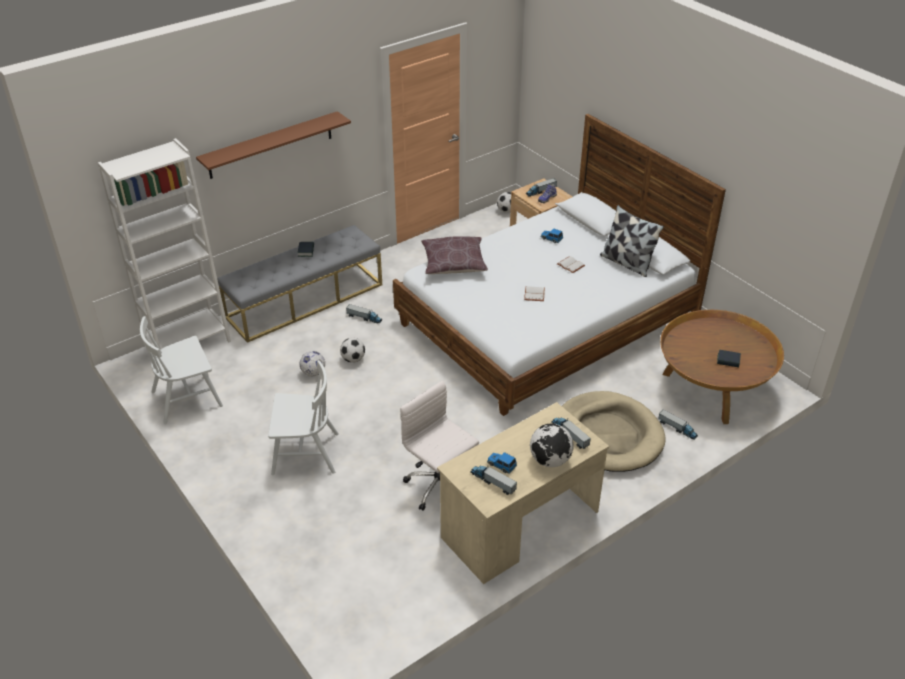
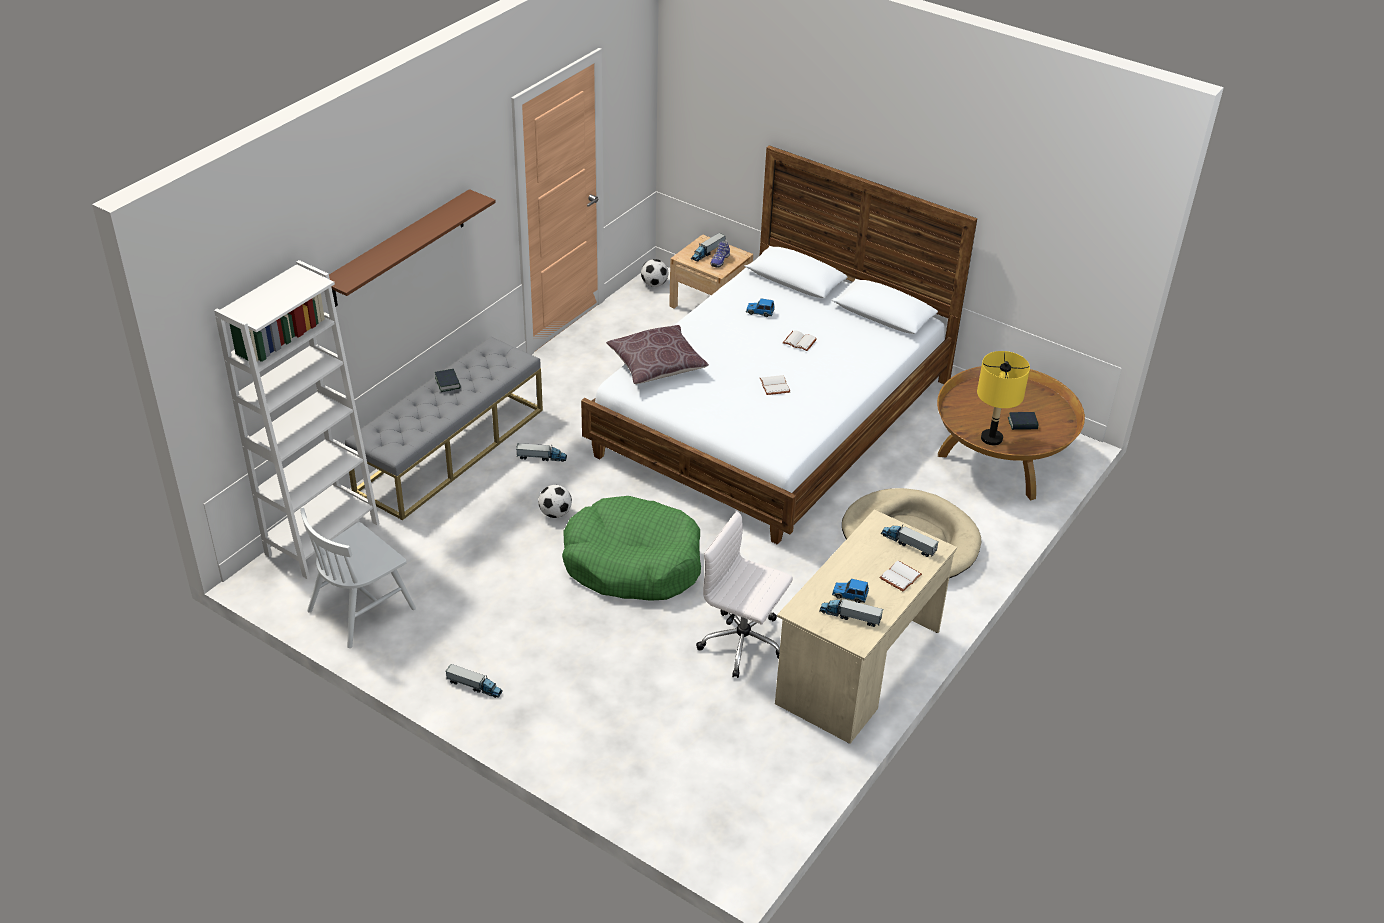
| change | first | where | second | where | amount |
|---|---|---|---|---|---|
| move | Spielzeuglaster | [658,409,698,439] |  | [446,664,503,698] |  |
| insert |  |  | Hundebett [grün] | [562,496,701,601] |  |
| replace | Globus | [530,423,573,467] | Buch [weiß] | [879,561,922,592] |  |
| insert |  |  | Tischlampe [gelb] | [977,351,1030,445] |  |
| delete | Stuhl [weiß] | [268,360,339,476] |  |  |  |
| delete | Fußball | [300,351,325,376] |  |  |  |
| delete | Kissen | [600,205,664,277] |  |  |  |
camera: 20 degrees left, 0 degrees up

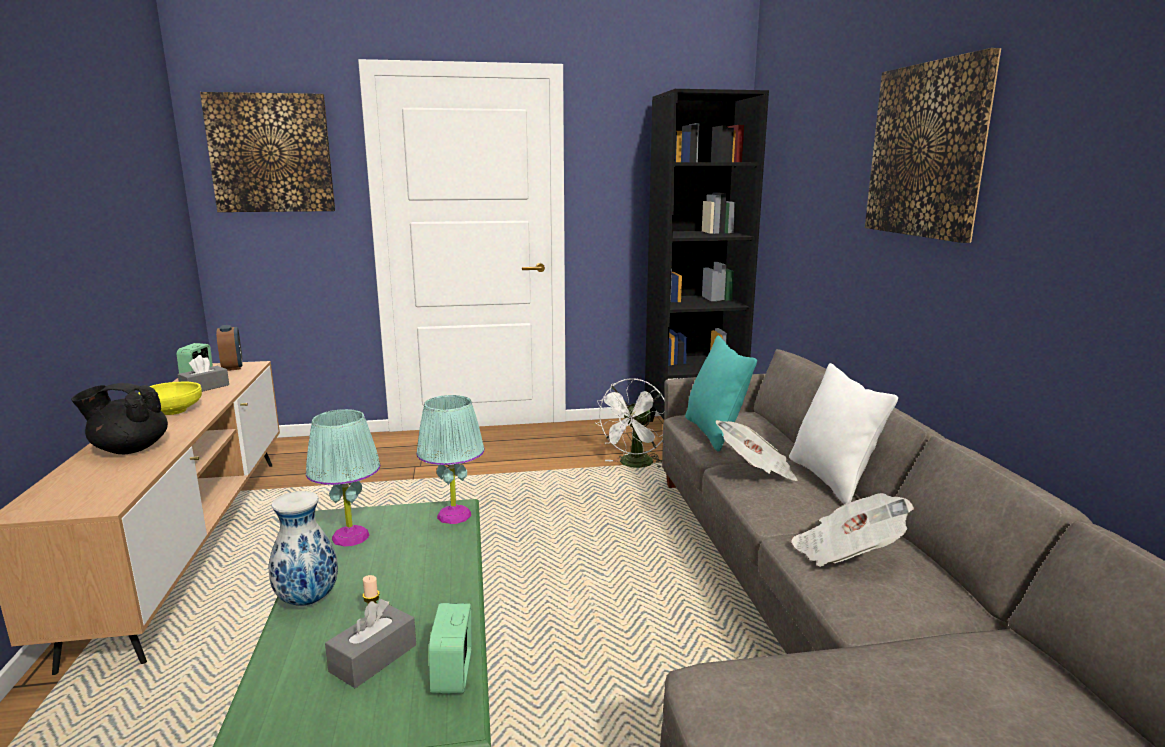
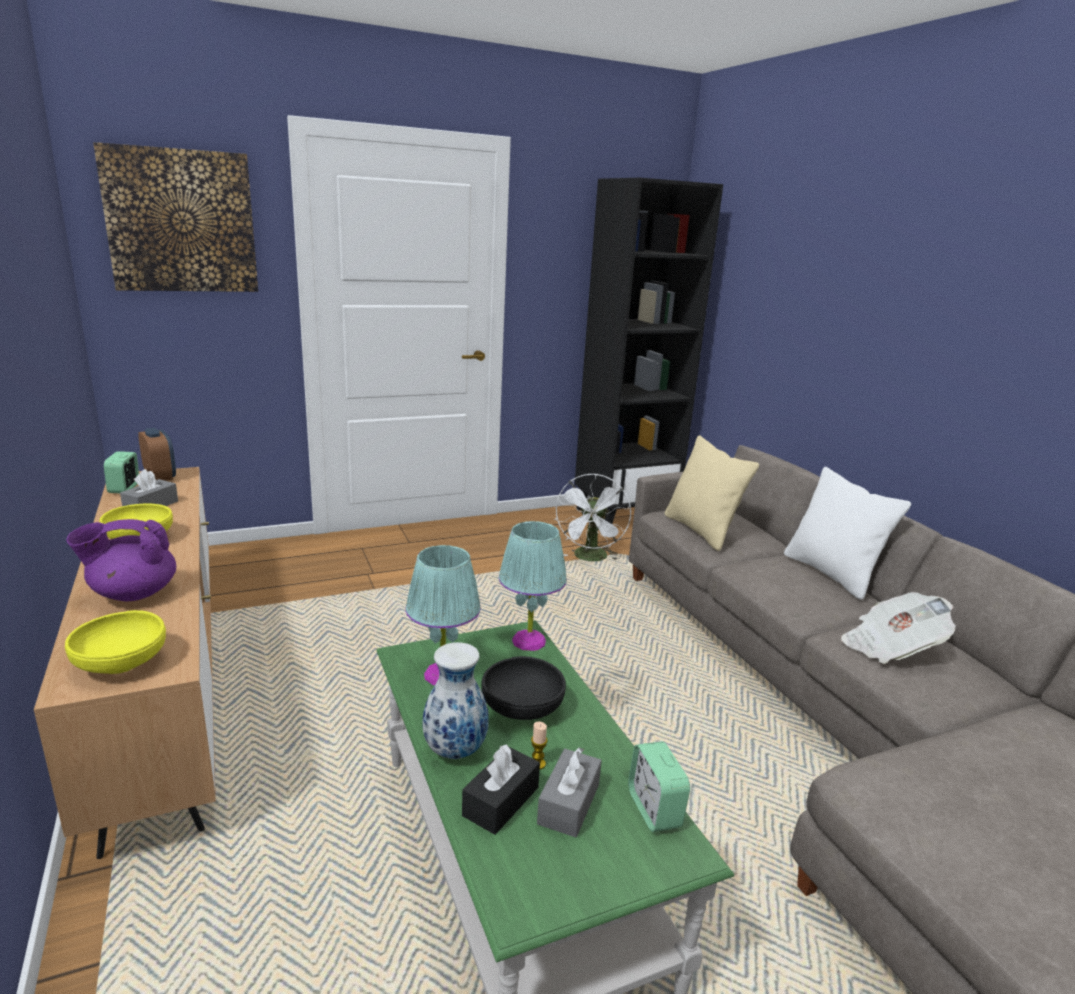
| change | first | where | second | where | amount |
|---|---|---|---|---|---|
| insert |  |  | Schüssel [gelb] | [65,610,166,674] |  |
| recolor | Teekanne [schwarz] | [71,383,168,454] | Teekanne [lila] | [67,519,176,601] |  |
| insert |  |  | Taschentuchbox [schwarz] | [462,744,540,835] |  |
| insert |  |  | Schüssel [schwarz] | [481,656,566,720] |  |
| recolor | Kissen [türkis] | [685,335,757,452] | Kissen [beige] | [664,435,759,551] |  |
| delete | Zeitung | [716,420,798,481] |  |  |  |
| delete | Bild | [865,48,1001,243] |  |  |  |
camera: 15 degrees left, 5 degrees up

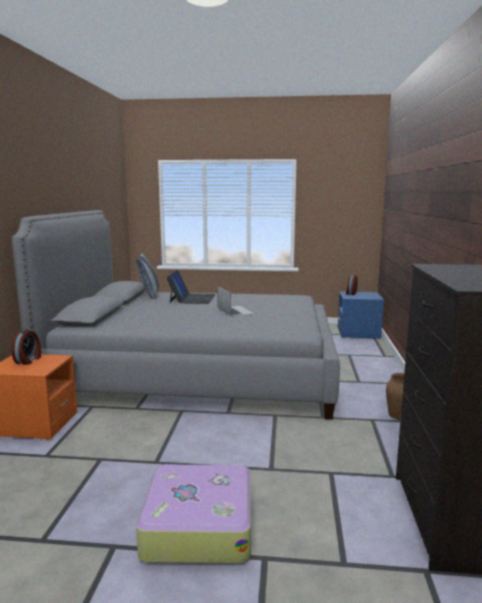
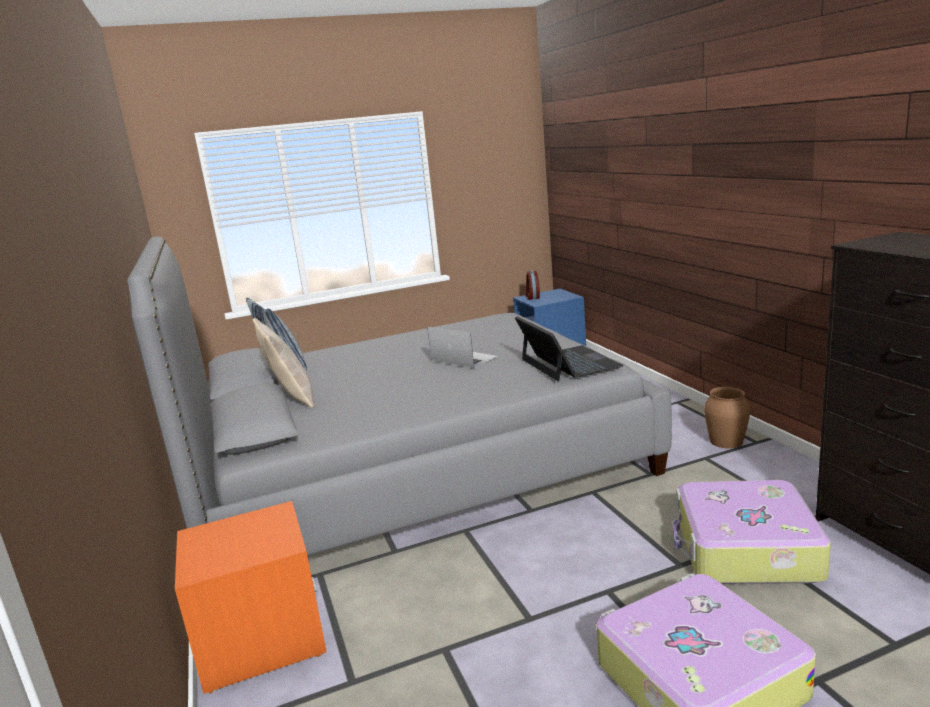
| change | first | where | second | where | amount |
|---|---|---|---|---|---|
| insert |  |  | Kissen [beige] | [253,318,315,408] |  |
| move | Laptop | [166,270,216,304] |  | [515,316,624,382] |  |
| insert |  |  | Koffer | [673,480,831,584] |  |
| delete | Wecker | [11,329,41,364] |  |  |  |
camera: 25 degrees left, 5 degrees up

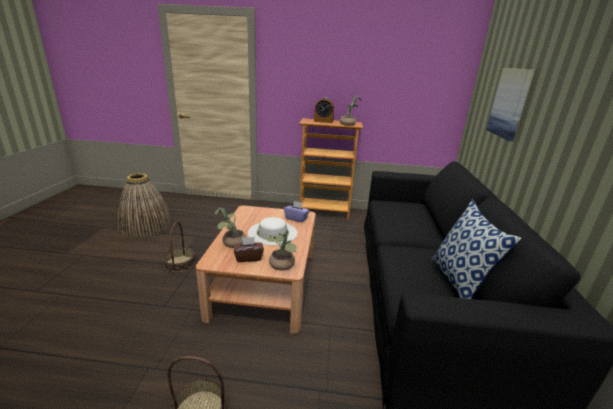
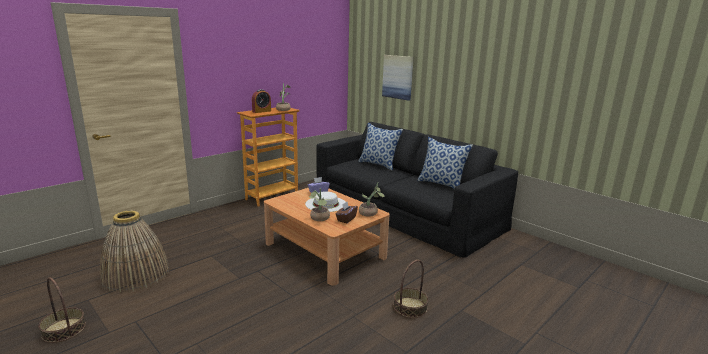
| change | first | where | second | where | amount |
|---|---|---|---|---|---|
| move | Korb | [163,221,195,273] |  | [38,277,86,343] |  |
| insert |  |  | Kissen | [358,123,403,170] |  |
camera: 50 degrees left, 5 degrees down

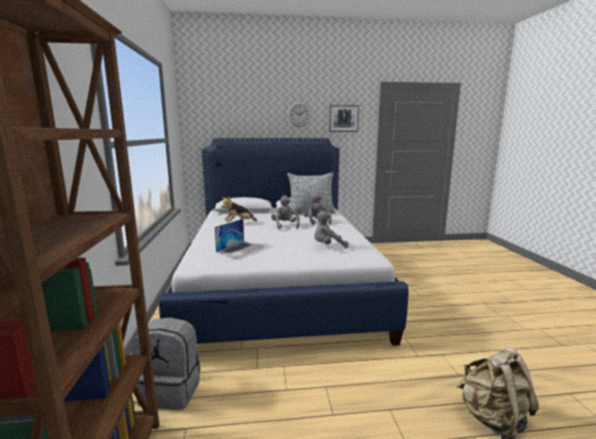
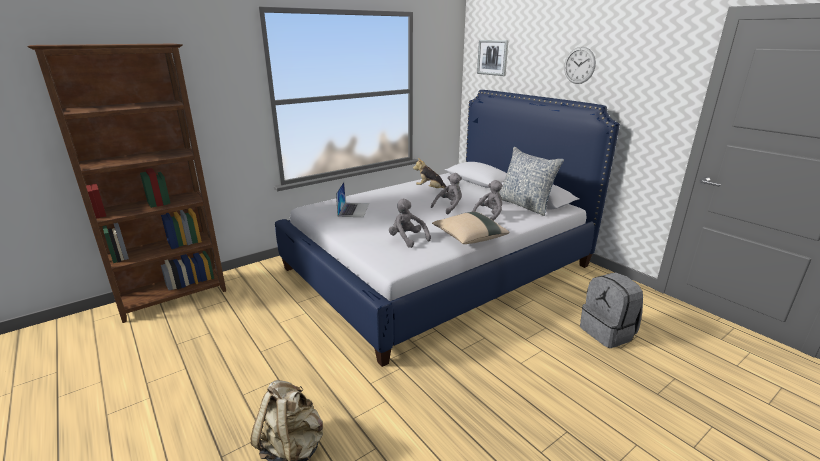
| change | first | where | second | where | amount |
|---|---|---|---|---|---|
| rotate | Laptop | [215,219,263,258] |  | [336,182,369,217] | 90 degrees counterclockwise |
| insert |  |  | Kissen [beige] | [432,212,509,244] |  |
| move | Bild | [329,105,359,132] |  | [477,40,509,76] |  |
| move | Rucksack [grau] | [131,317,201,410] |  | [580,272,643,348] |  |
camera: 60 degrees right, 10 degrees up

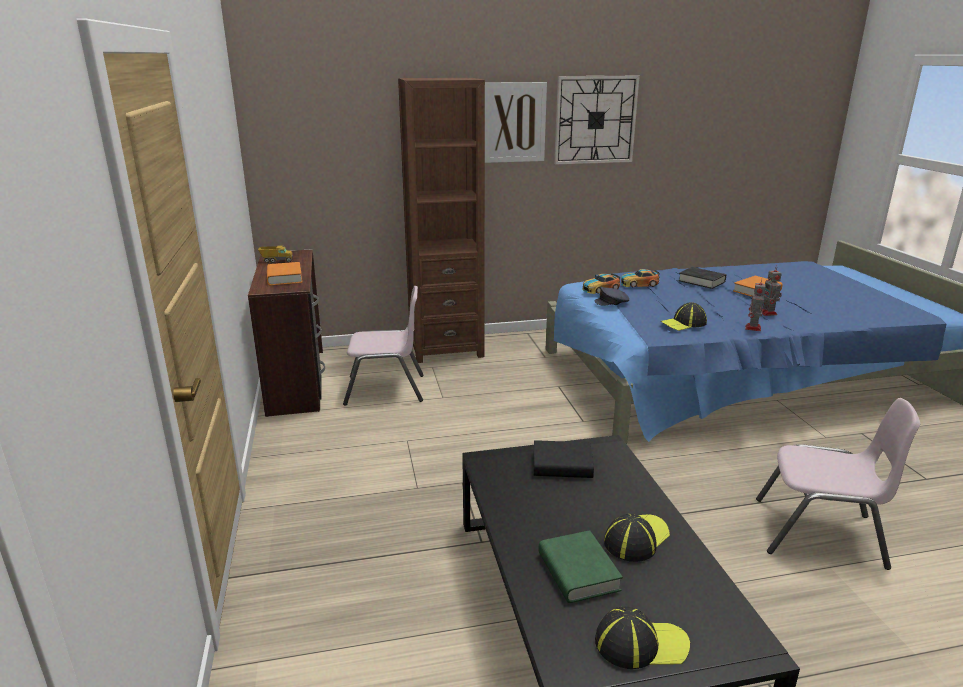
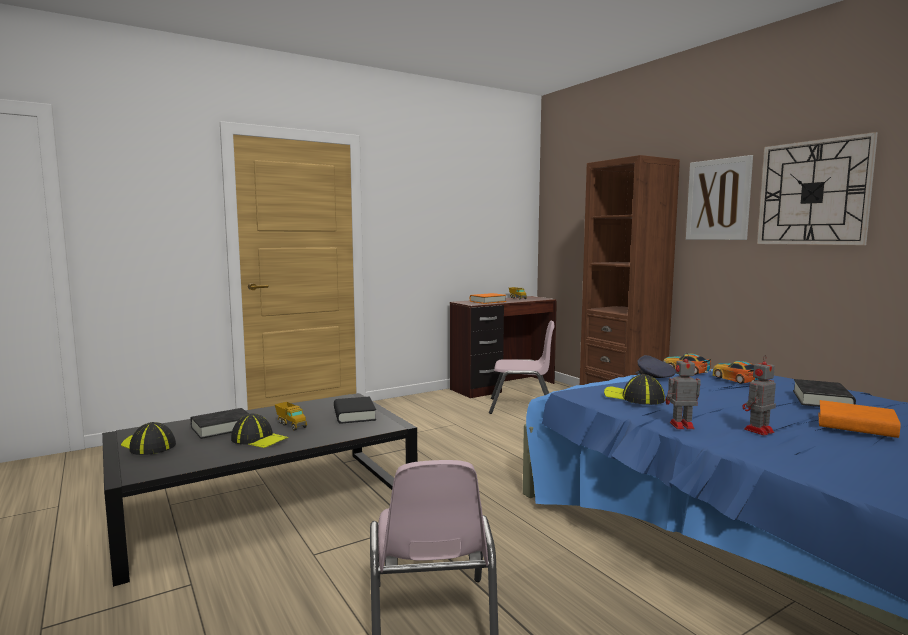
| change | first | where | second | where | amount |
|---|---|---|---|---|---|
| rotate | Kappe | [595,607,690,669] |  | [121,422,176,455] | 150 degrees clockwise |
| recolor | Buch [grün] | [538,530,623,603] | Buch [schwarz] | [190,408,249,439] |  |
| insert |  |  | Spielzeuglaster | [275,402,307,431] |  |
| rotate | Stuhl [rosa] | [343,286,424,406] |  | [489,321,555,414] | 60 degrees counterclockwise |
camera: 70 degrees right, 15 degrees down

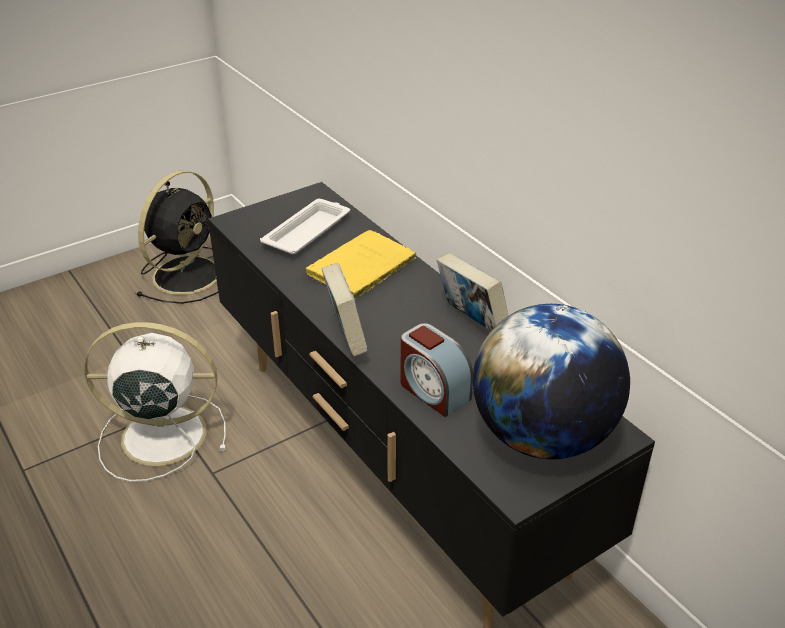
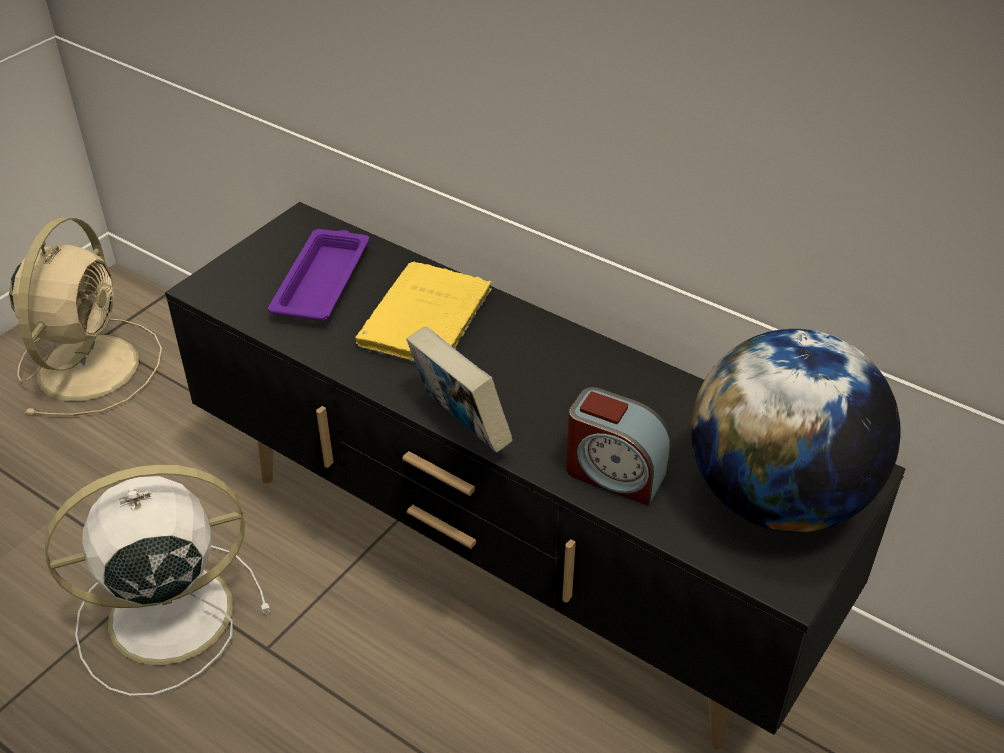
| change | first | where | second | where | amount |
|---|---|---|---|---|---|
| recolor | Ventilator [schwarz] | [135,170,218,304] | Ventilator [beige] | [9,217,162,416] |  |
| recolor | Tablett [weiß] | [260,199,350,254] | Tablett [lila] | [267,229,369,321] |  |
| delete | Buch | [437,253,509,331] |  |  |  |
camera: 20 degrees left, 5 degrees up

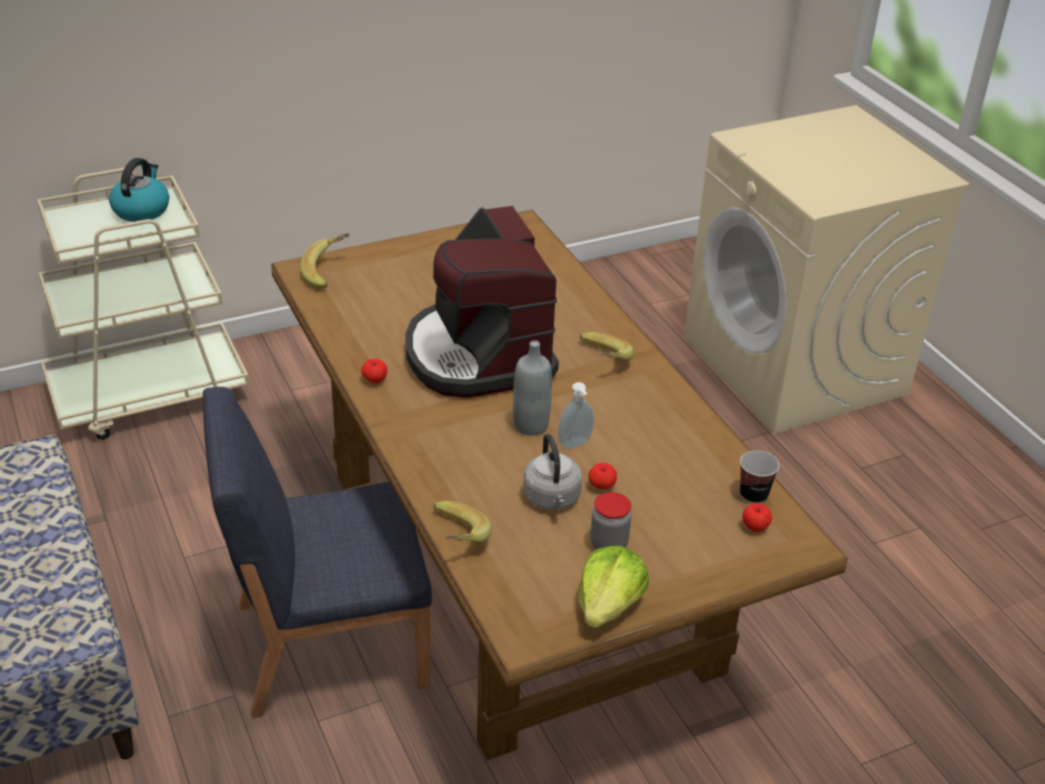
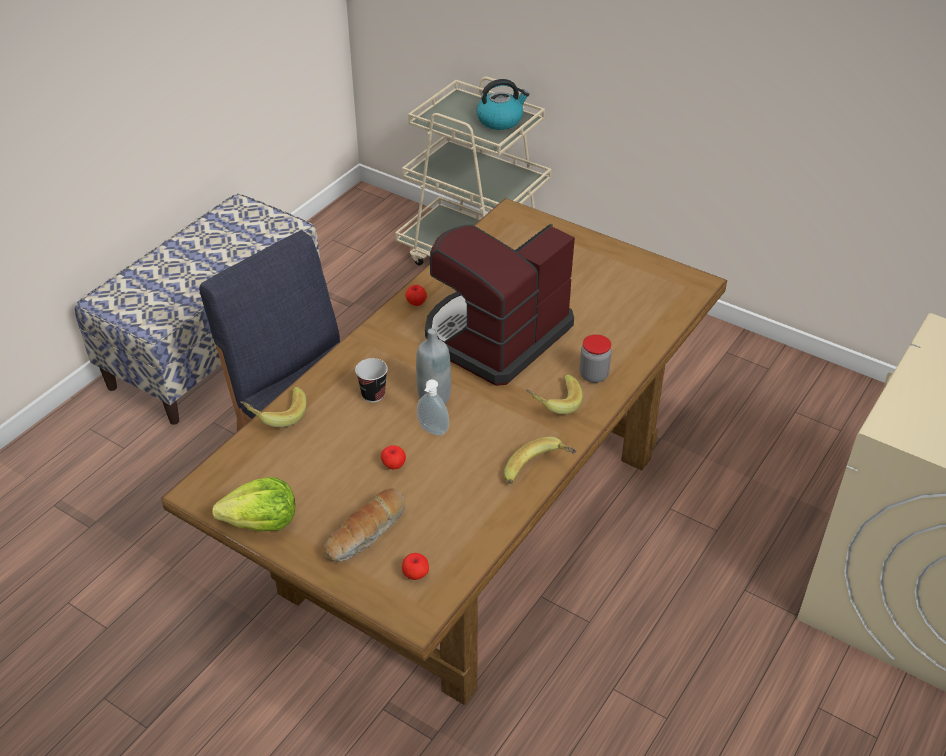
| change | first | where | second | where | amount |
|---|---|---|---|---|---|
| insert |  |  | Brot | [323,488,406,562] |  |
| move | Tasse | [740,451,779,504] |  | [355,358,388,402] |  |
| move | Banane | [300,233,349,289] |  | [504,437,576,484] |  |
| move | Vorratsglas | [590,492,632,549] |  | [579,334,612,383] |  |
| delete | Wasserkessel [grau] | [523,434,582,509] |  |  |  |
camera: 60 degrees right, 5 degrees up

